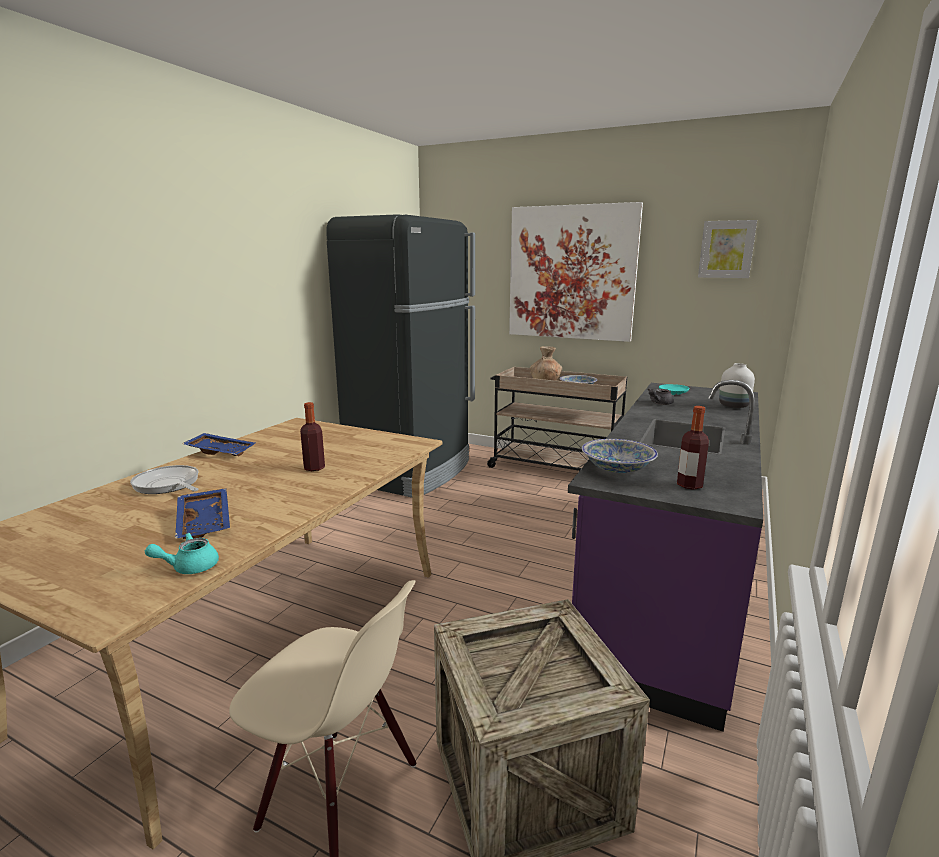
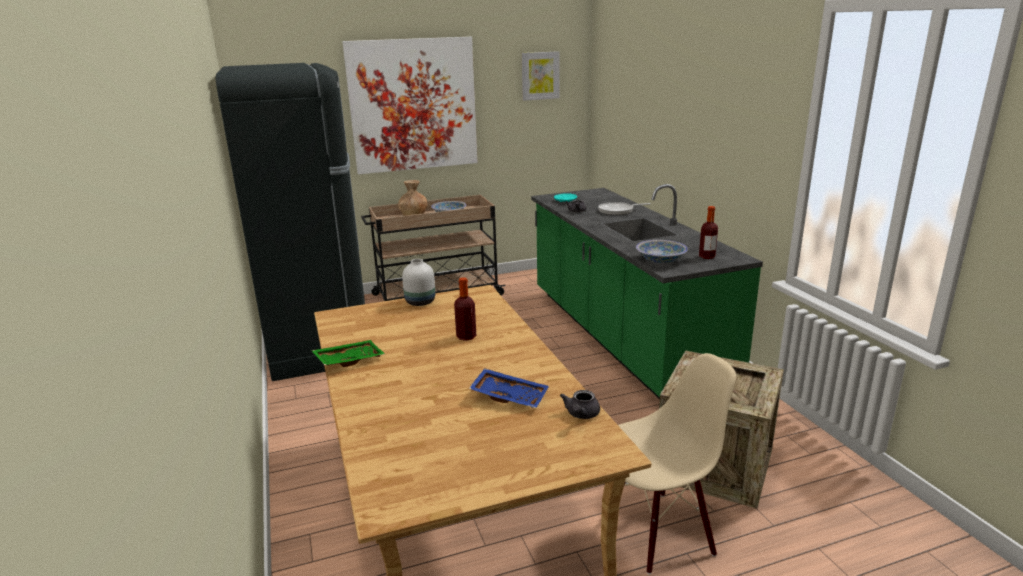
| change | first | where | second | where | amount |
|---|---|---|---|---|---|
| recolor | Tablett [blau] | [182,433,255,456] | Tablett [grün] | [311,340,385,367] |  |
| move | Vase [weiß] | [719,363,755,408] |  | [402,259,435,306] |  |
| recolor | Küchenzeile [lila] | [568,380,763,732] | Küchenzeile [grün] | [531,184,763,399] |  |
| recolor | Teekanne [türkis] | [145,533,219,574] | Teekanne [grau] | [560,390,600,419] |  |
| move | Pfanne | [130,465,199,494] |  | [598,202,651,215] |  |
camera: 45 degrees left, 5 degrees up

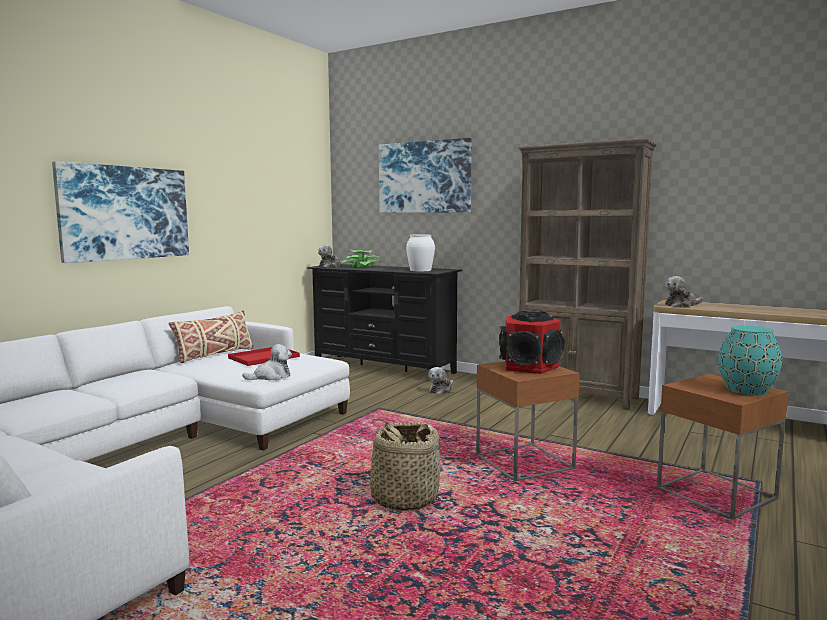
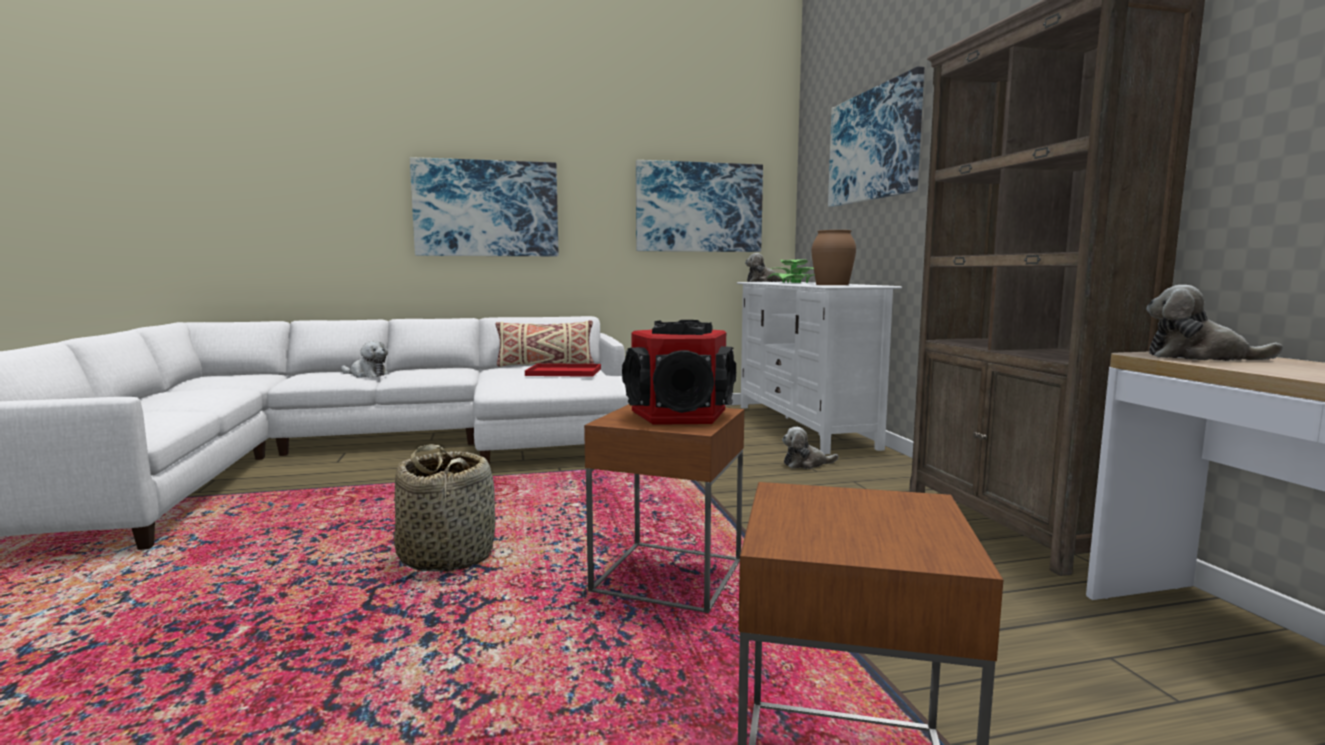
| change | first | where | second | where | amount |
|---|---|---|---|---|---|
| move | Plüschtier | [243,344,292,380] |  | [341,341,389,378] |  |
| insert |  |  | Bild | [636,160,763,252] |  |
| recolor | Fernsehschrank [schwarz] | [307,264,463,374] | Fernsehschrank [weiß] | [737,282,902,455] |  |
| recolor | Vase [weiß] | [406,235,435,271] | Vase [braun] | [812,230,856,285] |  |
| delete | Vase [türkis] | [718,325,782,396] |  |  |  |
camera: 45 degrees right, 0 degrees up

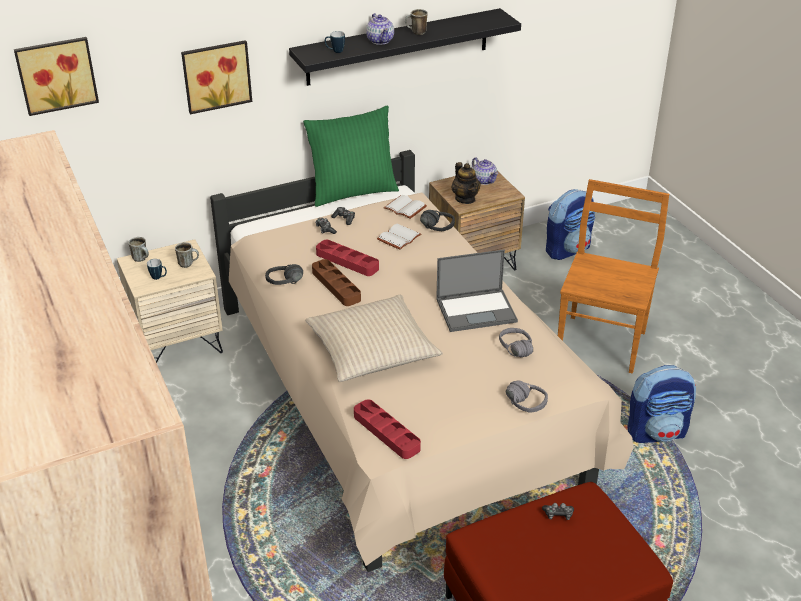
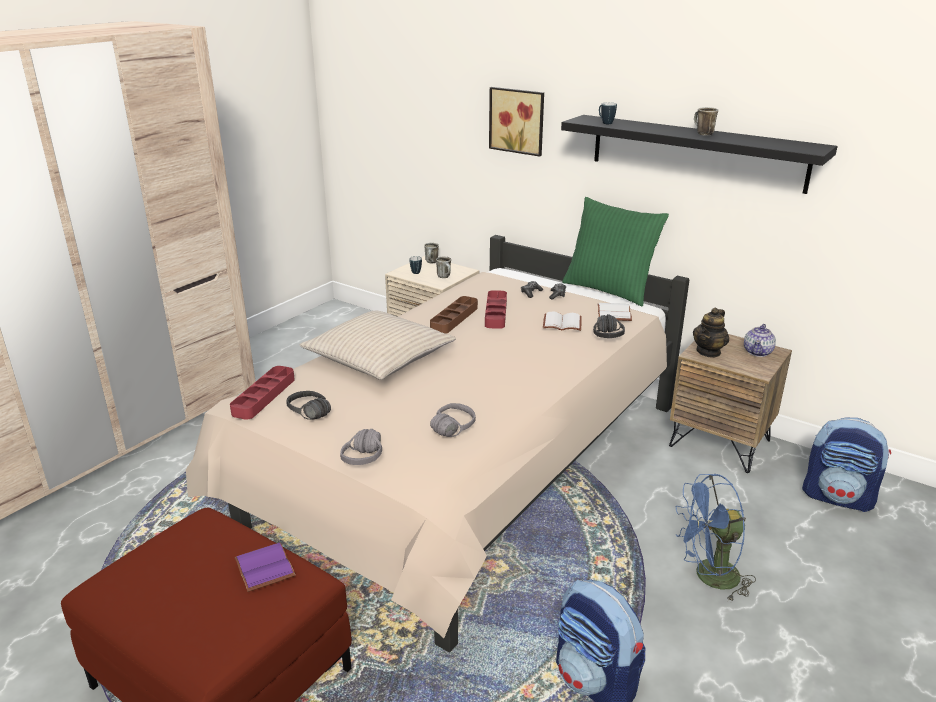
| change | first | where | second | where | amount |
|---|---|---|---|---|---|
| replace | Gamepad | [542,503,574,520] | Buch [lila] | [234,542,295,592] |  |
| move | Kopfhörer [schwarz] | [265,264,303,285] |  | [286,391,331,420] |  |
| replace | Stuhl [braun] | [558,179,669,374] | Ventilator [blau] | [676,474,756,602] |  |
| delete | Bild | [14,37,99,116] |  |  |  |
| delete | Teekanne | [366,13,394,45] |  |  |  |
| delete | Laptop | [436,249,518,332] |  |  |  |
camera: 60 degrees right, 10 degrees down

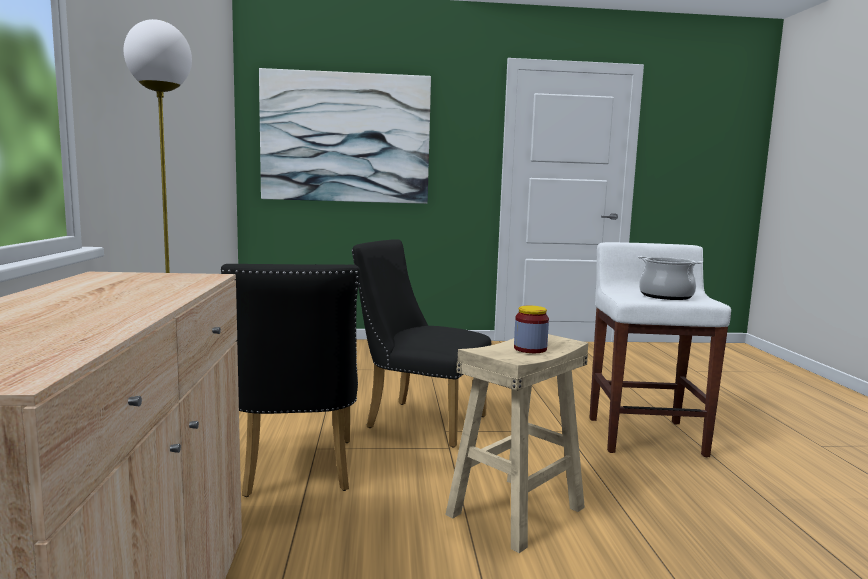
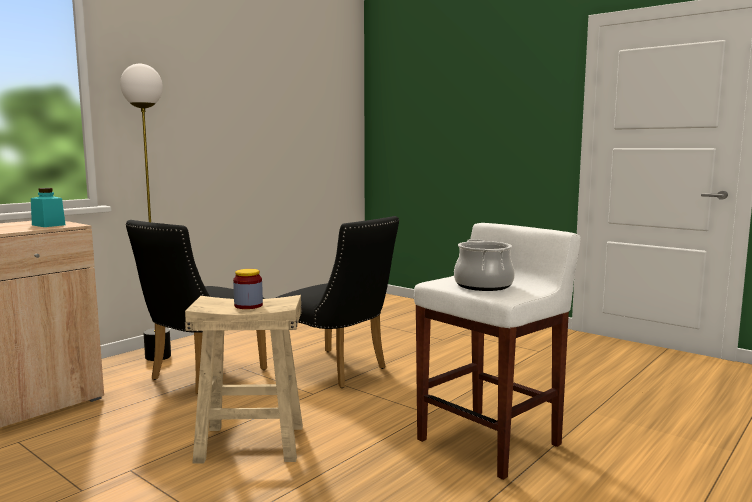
| change | first | where | second | where | amount |
|---|---|---|---|---|---|
| insert |  |  | Vorratsglas [türkis] | [31,188,66,227] |  |
| rotate | Stuhl [schwarz] | [352,240,491,448] |  | [276,216,400,388] | 150 degrees clockwise |
| delete | Bild | [259,68,431,204] |  |  |  |
camera: 45 degrees right, 0 degrees up

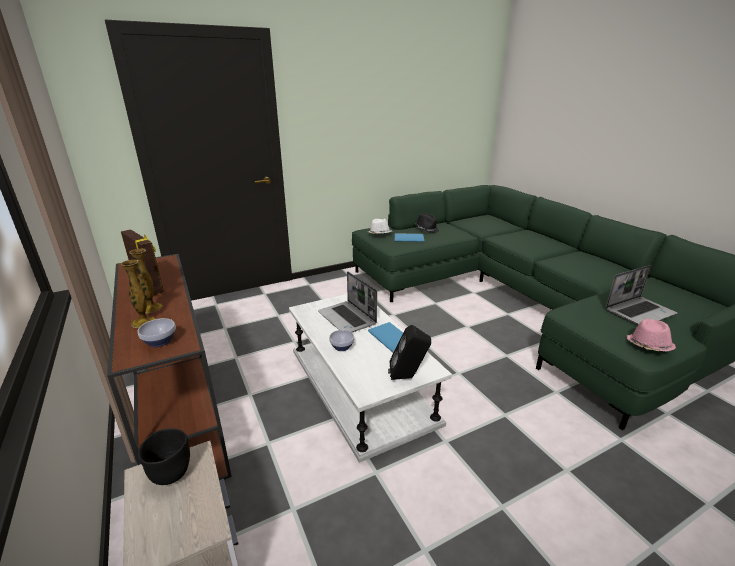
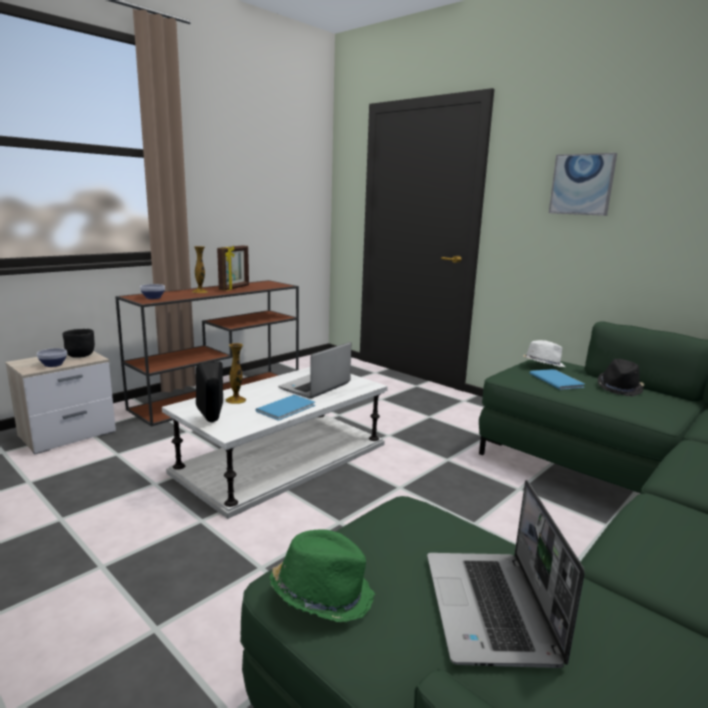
| change | first | where | second | where | amount |
|---|---|---|---|---|---|
| move | Schüssel | [329,330,354,351] |  | [37,348,67,367] |  |
| move | Vase | [121,260,156,328] |  | [226,343,246,404] |  |
| recolor | Hut [rosa] | [627,319,676,352] | Hut [grün] | [269,530,375,623] |  |
| rotate | Laptop | [605,265,677,325] |  | [427,480,585,668] | 45 degrees clockwise |
| insert |  |  | Bild | [549,153,617,216] |  |
camera: 70 degrees right, 10 degrees down

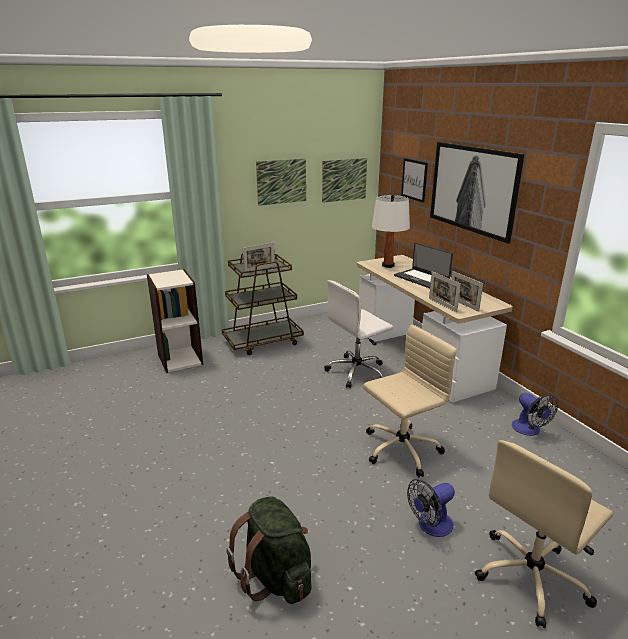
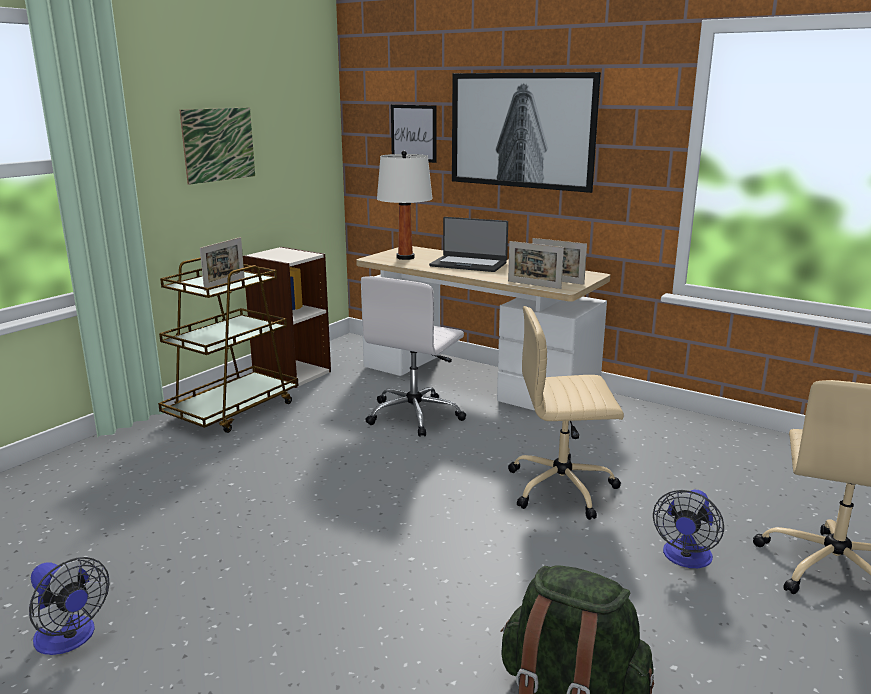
| change | first | where | second | where | amount |
|---|---|---|---|---|---|
| move | Ventilator | [512,393,558,436] |  | [29,557,110,655] |  |
| move | Bücherregal | [147,269,203,373] |  | [243,247,331,388] |  |
| rotate | Bürostuhl [beige] | [363,325,457,477] |  | [508,306,624,520] | 120 degrees counterclockwise |
| delete | Bild | [322,158,367,203] |  |  |  |
camera: 30 degrees left, 5 degrees down

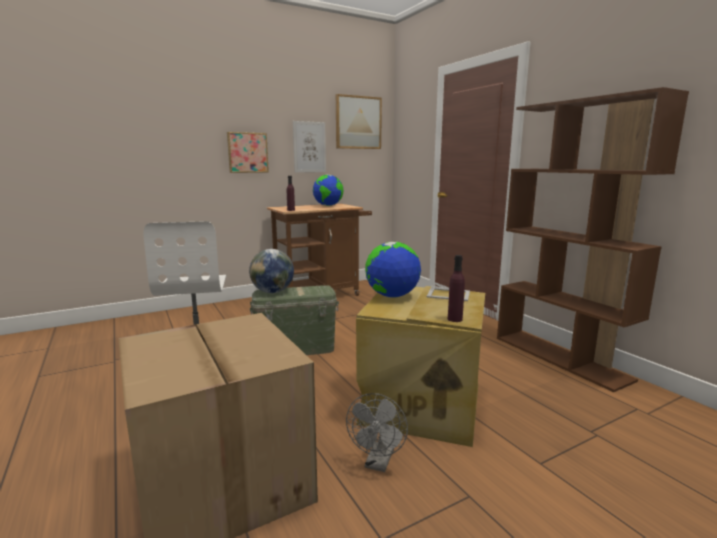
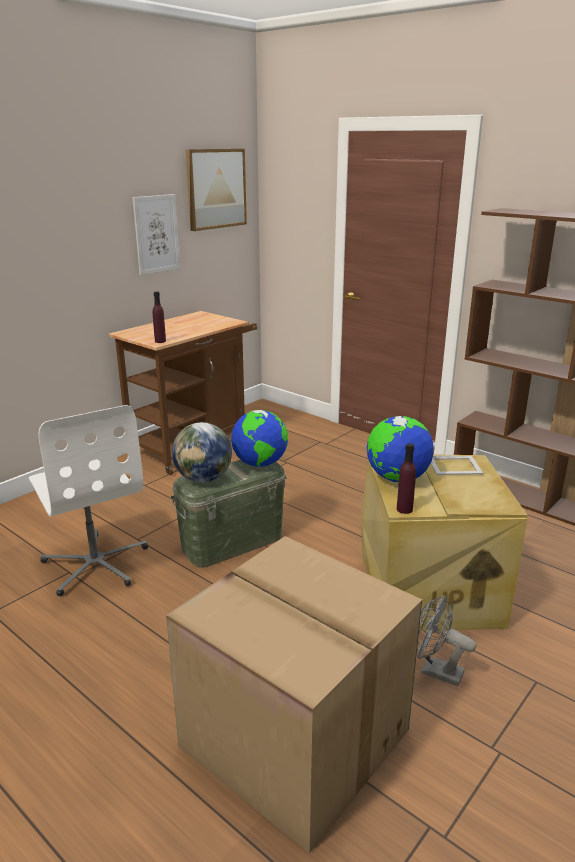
| change | first | where | second | where | amount |
|---|---|---|---|---|---|
| move | Globus | [313,175,344,206] |  | [231,410,288,467] |  |
| move | Flasche [lila] | [448,255,465,322] |  | [397,443,416,514] |  |
| rotate | Ventilator [grau] | [346,393,408,472] |  | [417,596,476,686] | 120 degrees clockwise |
| delete | Bild | [227,132,269,173] |  |  |  |
camera: 20 degrees left, 10 degrees up

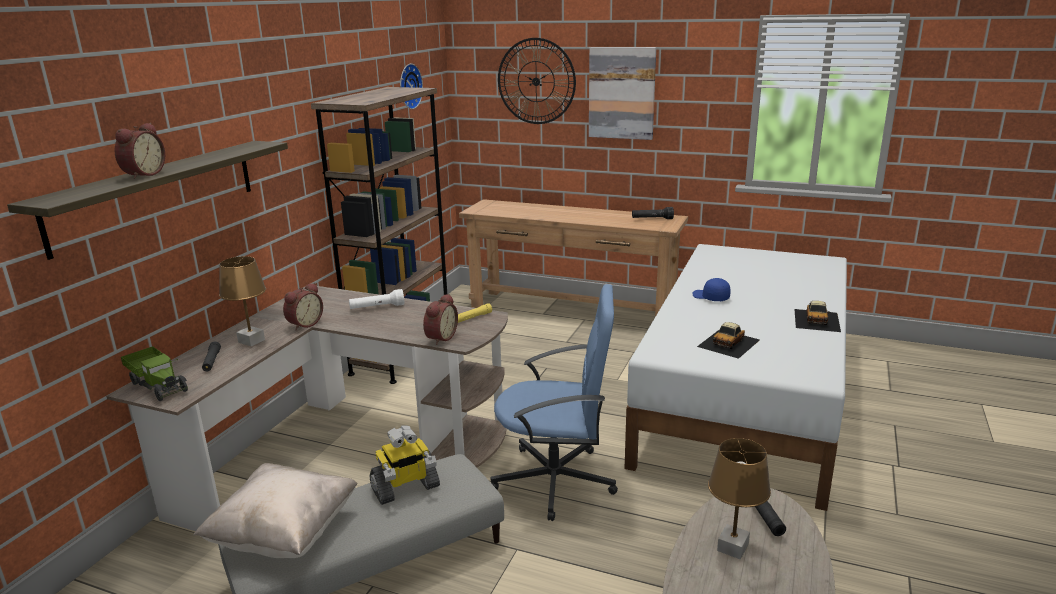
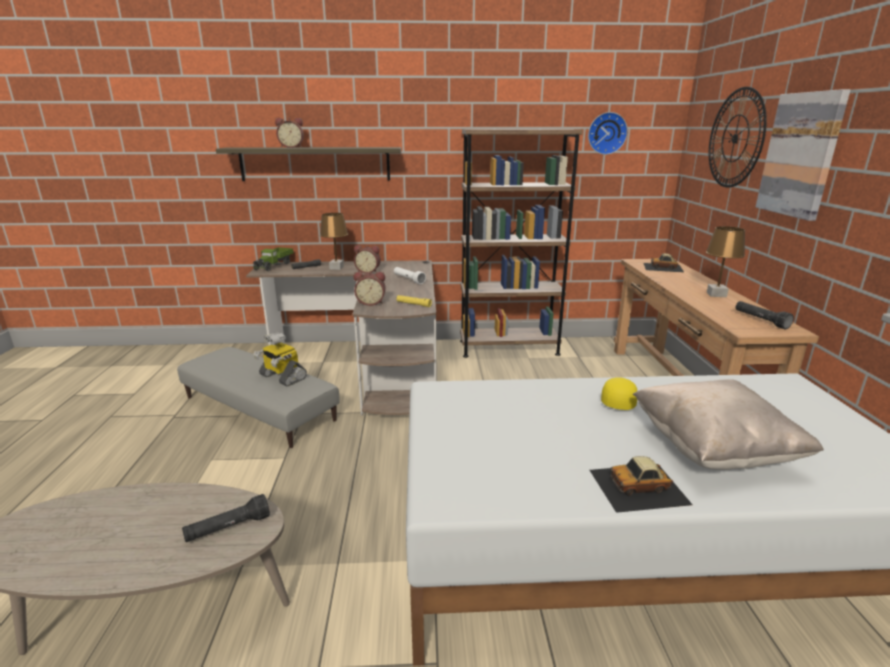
| change | first | where | second | where | amount |
|---|---|---|---|---|---|
| recolor | Kappe [blau] | [693,278,731,301] | Kappe [gelb] | [601,377,638,410] |  |
| move | Kissen [beige] | [193,463,358,558] |  | [633,379,824,470] |  |
| move | Spielzeugauto | [697,322,760,359] |  | [643,253,685,273] |  |
| move | Tischlampe [braun] | [708,438,771,559] |  | [706,226,745,297] |  |
| delete | Bürostuhl [blau] | [491,284,618,521] |  |  |  |
camera: 65 degrees right, 0 degrees up

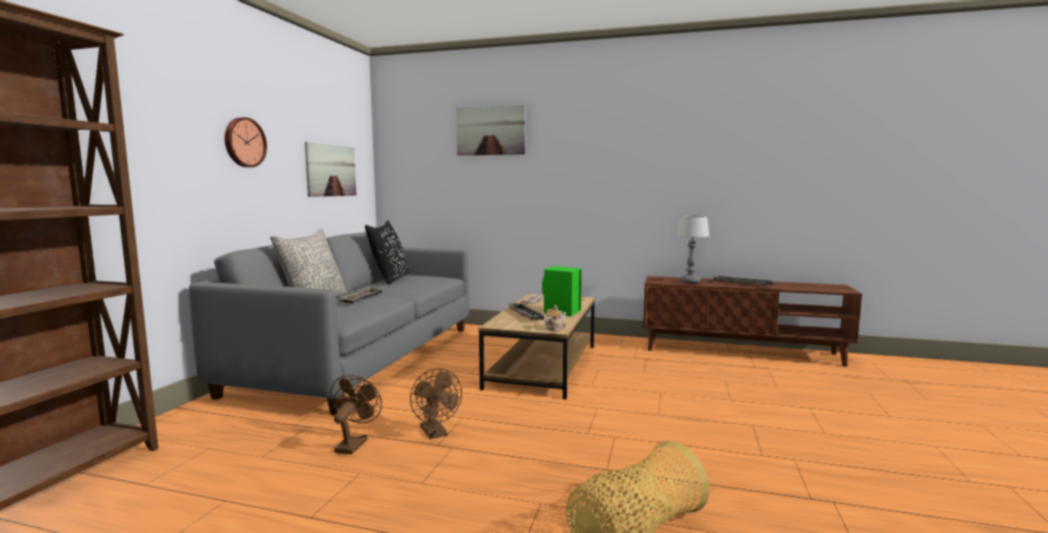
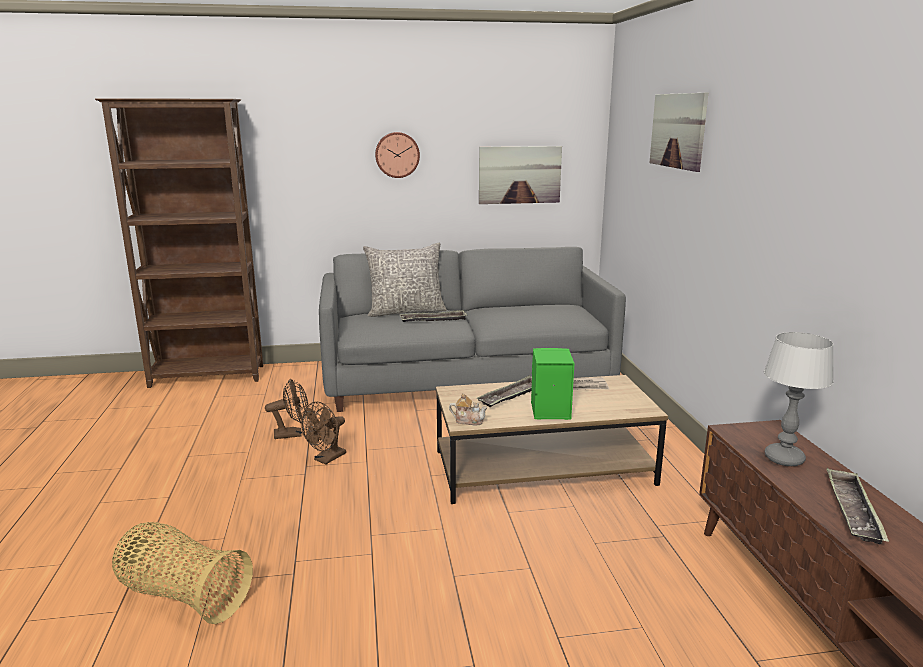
| change | first | where | second | where | amount |
|---|---|---|---|---|---|
| delete | Kissen [schwarz] | [365,221,410,285] |  |  |  |
camera: 65 degrees right, 10 degrees up

